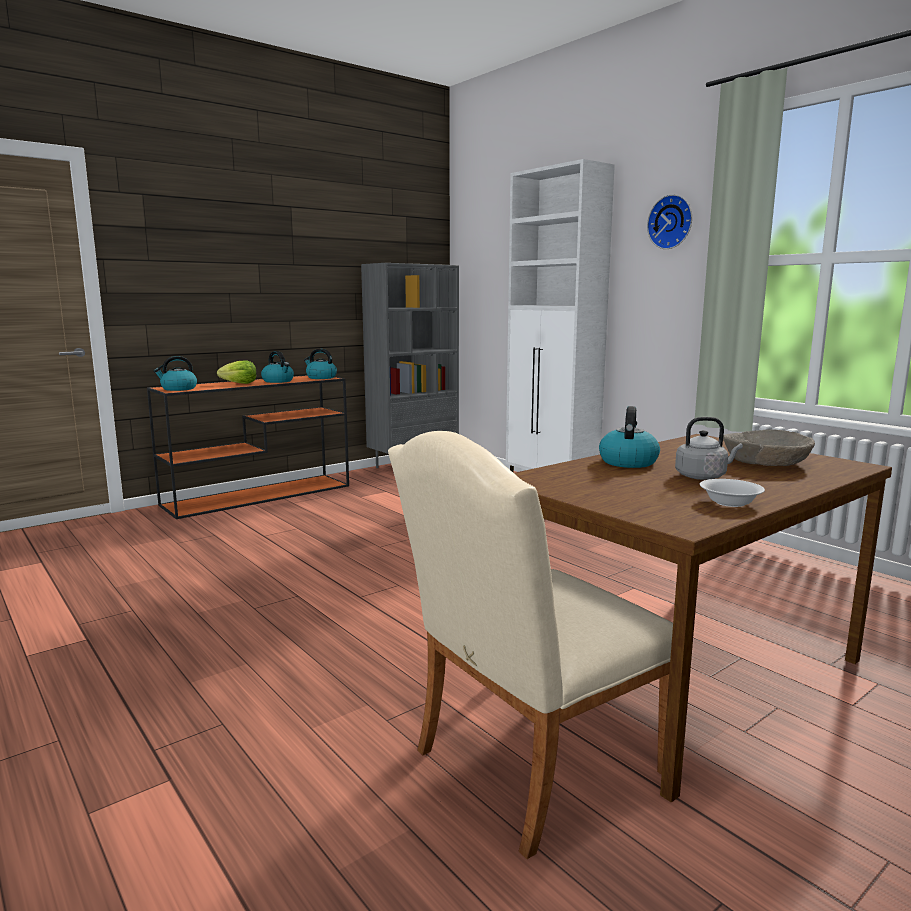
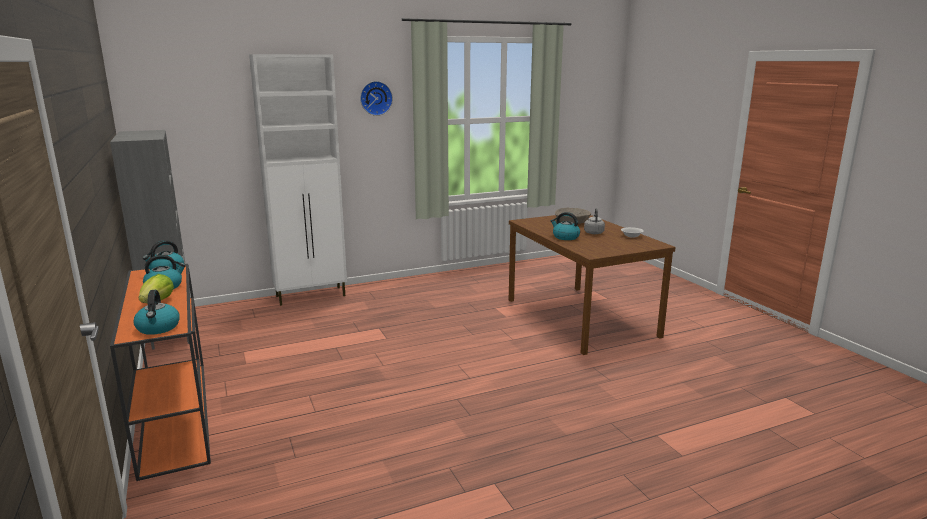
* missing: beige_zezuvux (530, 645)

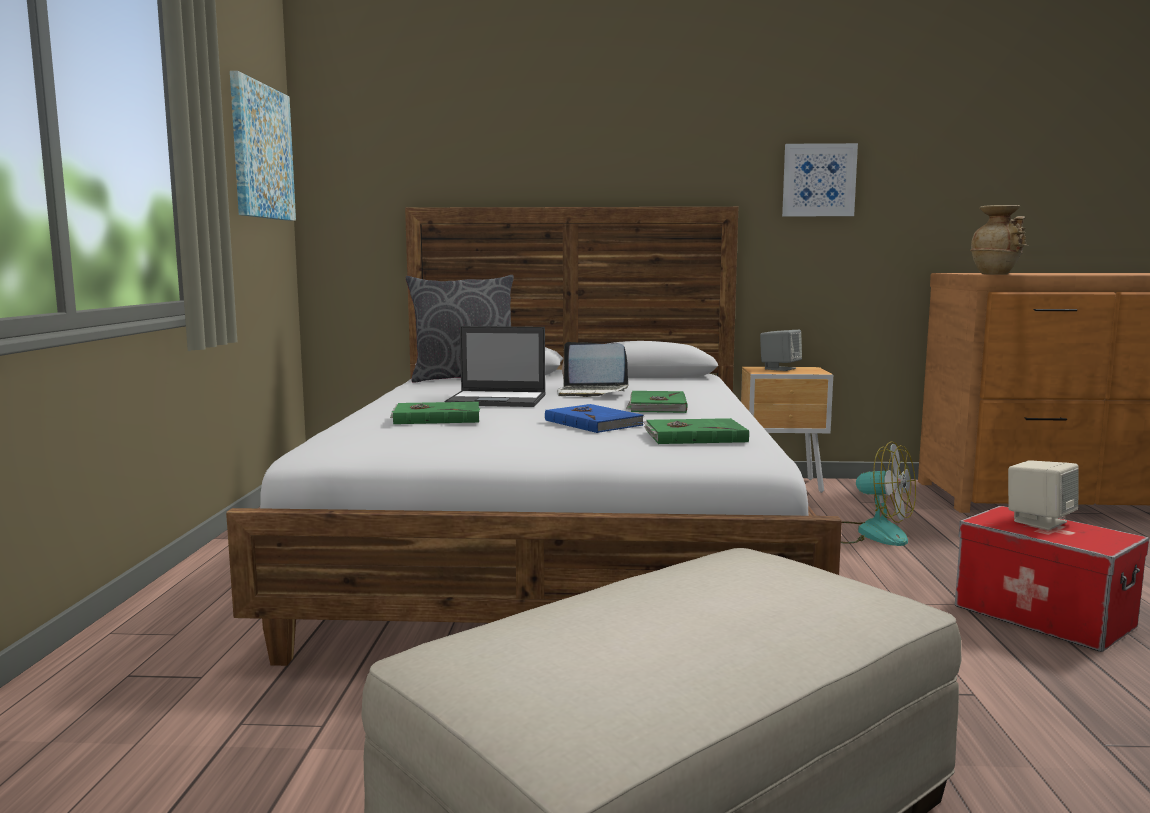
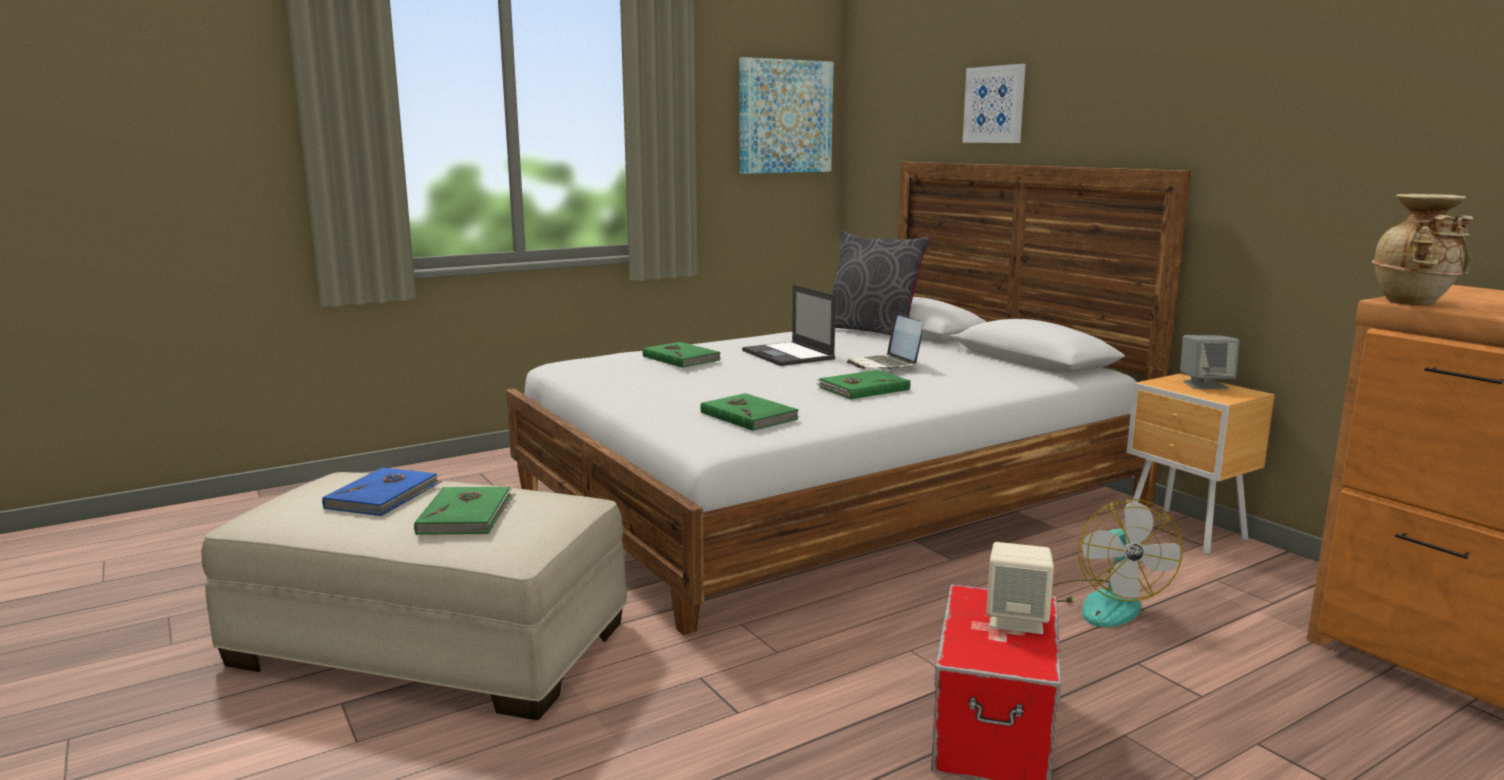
* relocated: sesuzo (820, 179) to (994, 103)
* relocated: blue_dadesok (594, 418) to (382, 491)
* appeared: green_dadesok (465, 511)

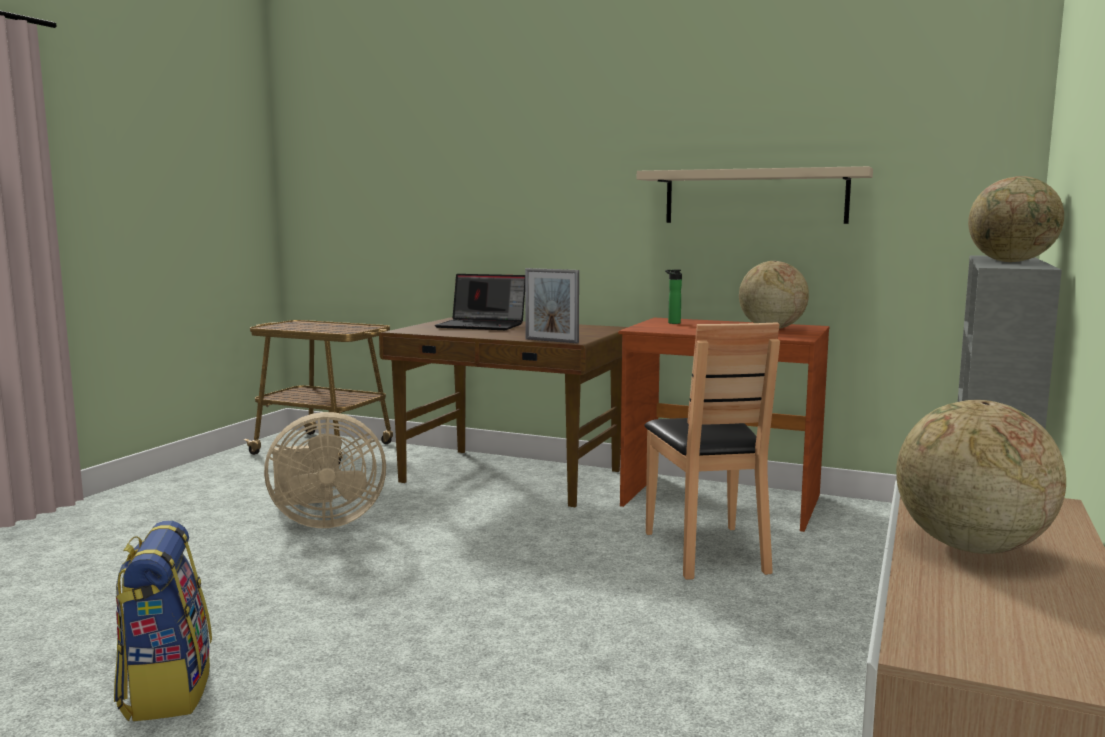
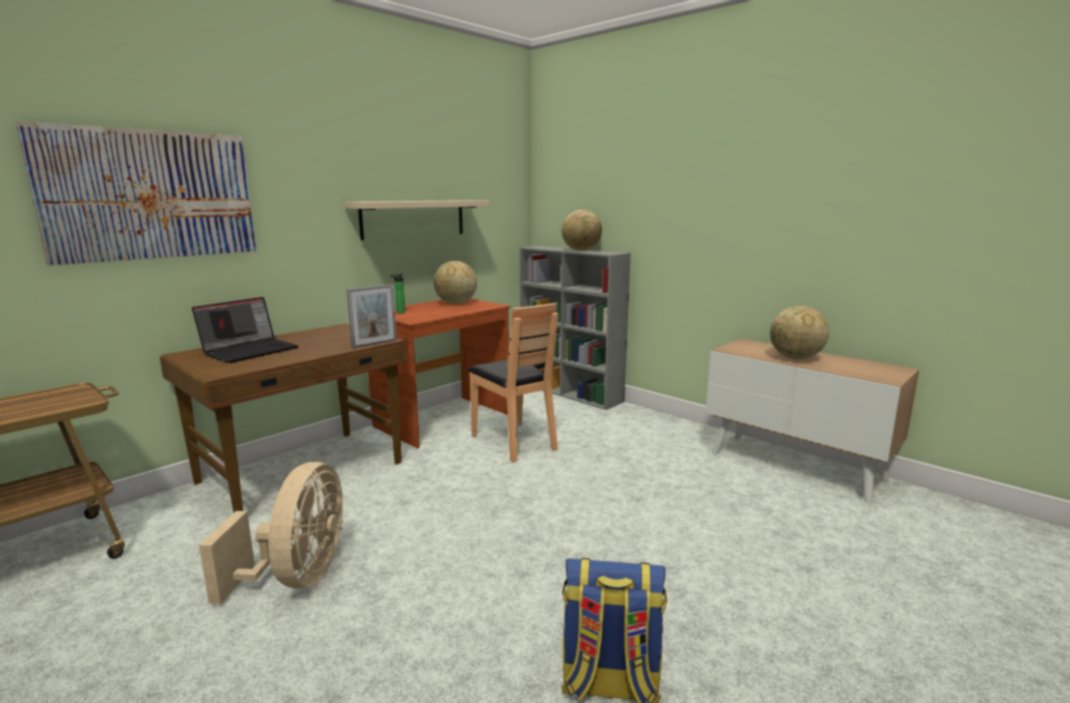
* spun: brown_zezuvux (712, 451) = (513, 382) 45 degrees clockwise
* appeared: sesuzo (136, 193)

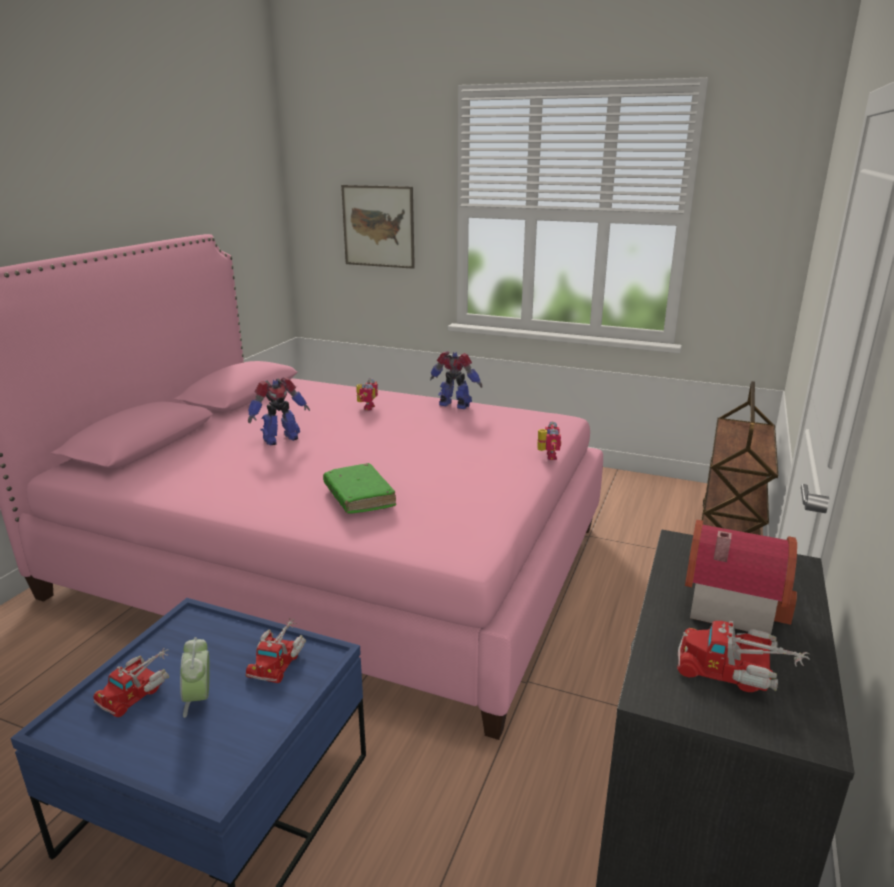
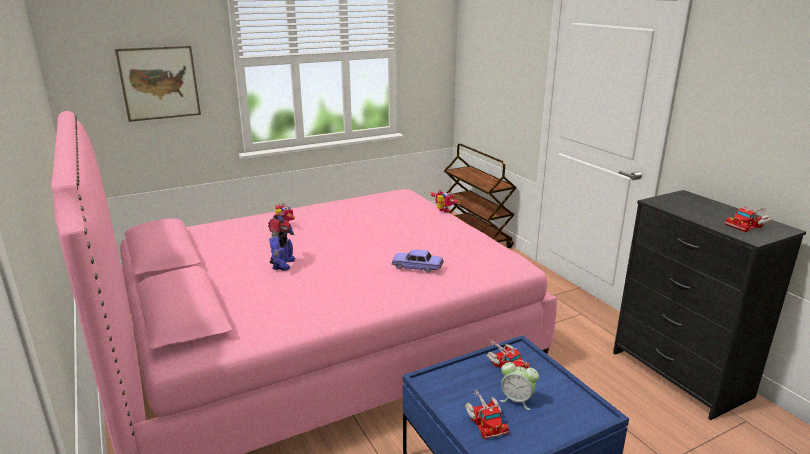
* missing: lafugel (456, 380)
* exchanged: green_dadesok (359, 488) to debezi (418, 261)
* missing: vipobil (741, 577)

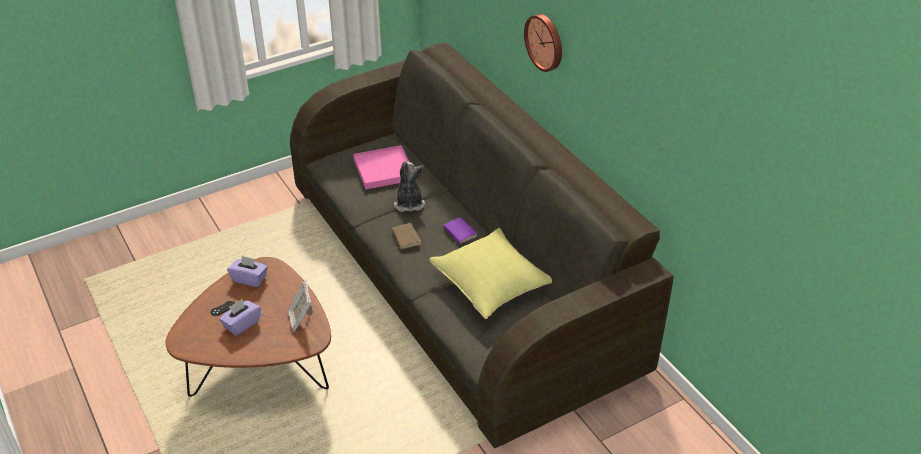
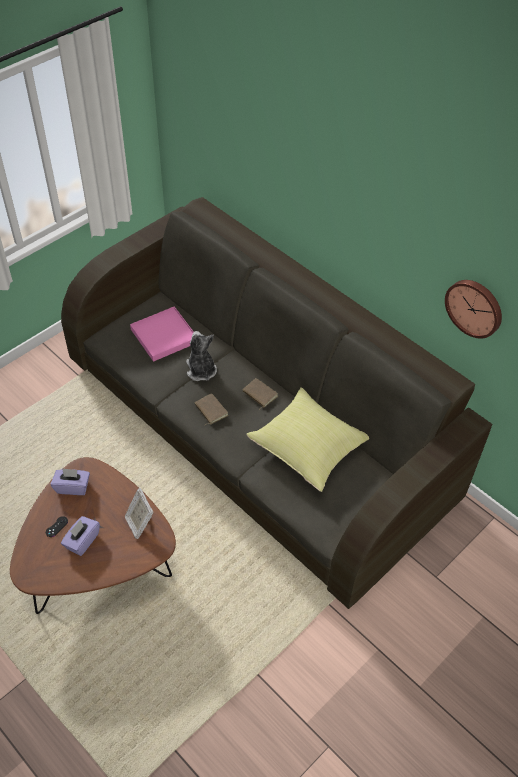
* relocated: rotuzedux (543, 43) to (473, 309)
* colour: purple_dadesok (460, 230) to brown_dadesok (260, 394)

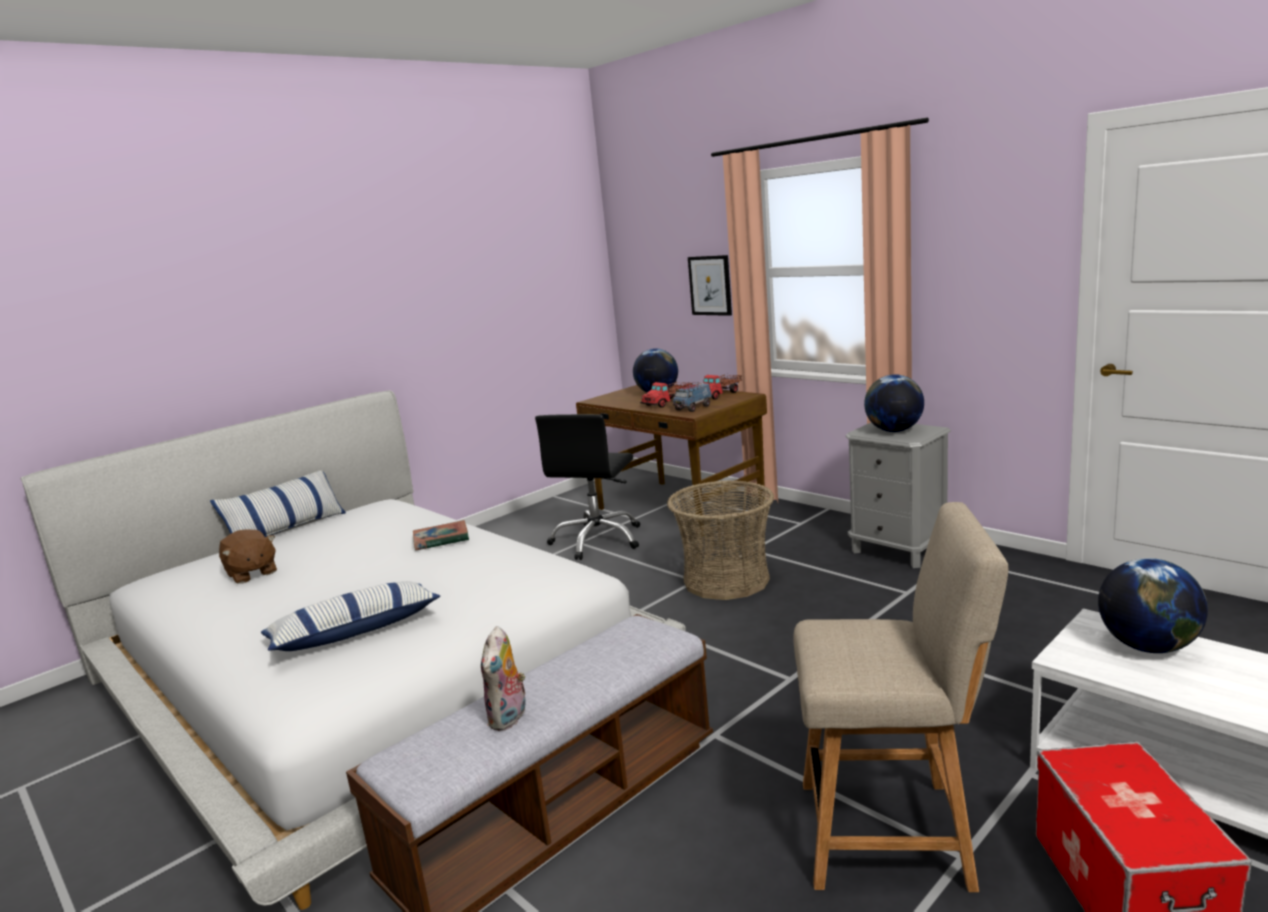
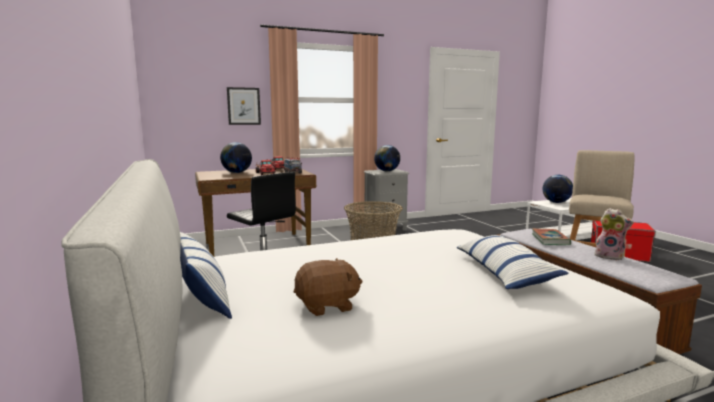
* relocated: dadesok (441, 535) to (551, 236)

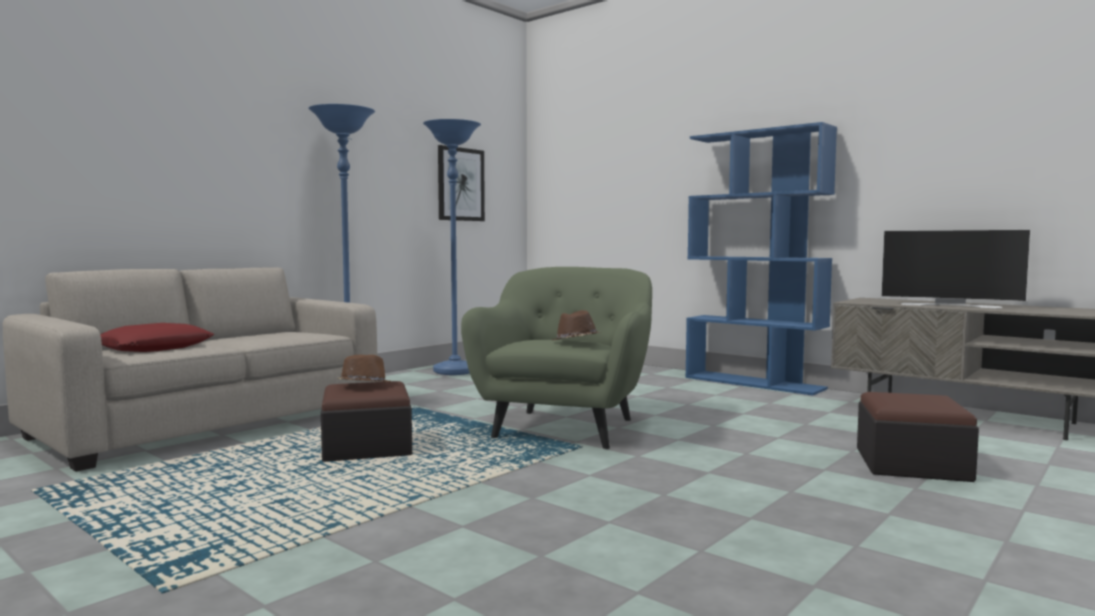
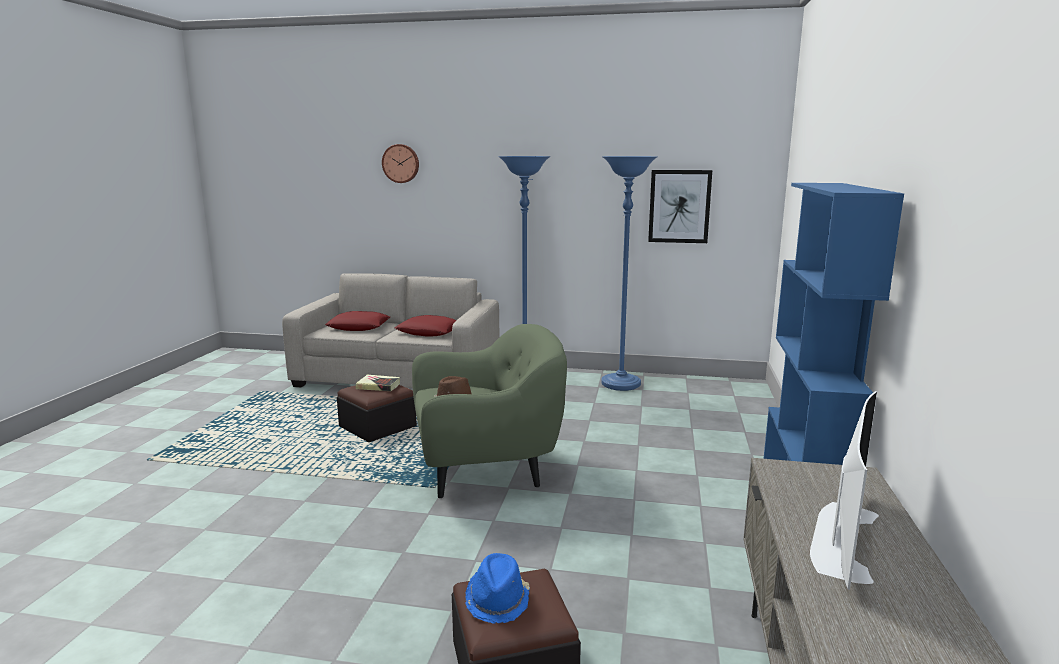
* spun: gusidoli (956, 269) = (844, 490) 150 degrees counterclockwise
* exchanged: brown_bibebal (364, 368) to dadesok (378, 383)
* appeared: rotuzedux (400, 163)
* appeared: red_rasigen (426, 326)
* appeared: blue_bibebal (497, 588)

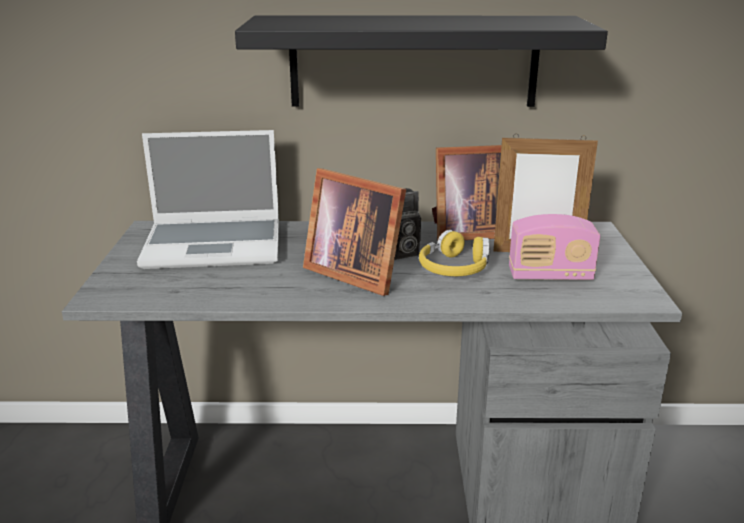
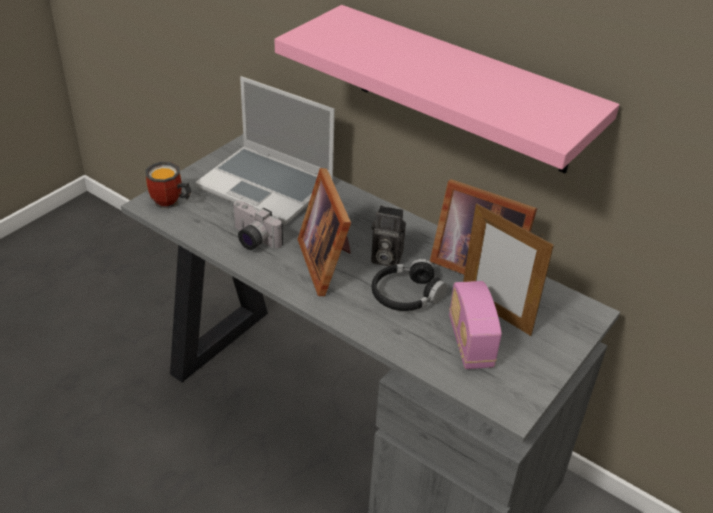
* colour: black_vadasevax (421, 61) to pink_vadasevax (447, 89)
* spun: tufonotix (554, 247) = (475, 325) 45 degrees clockwise
* colour: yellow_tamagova (454, 253) to black_tamagova (410, 285)
* appeared: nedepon (168, 185)
* appeared: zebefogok (258, 225)

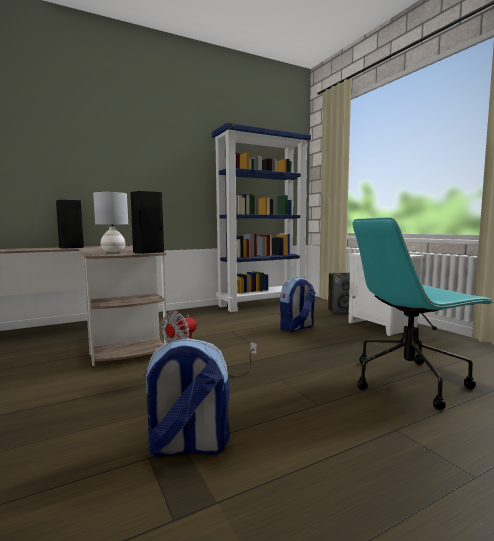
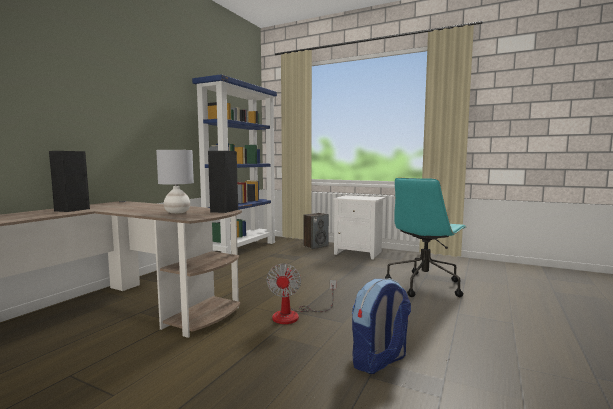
* missing: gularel (298, 304)

